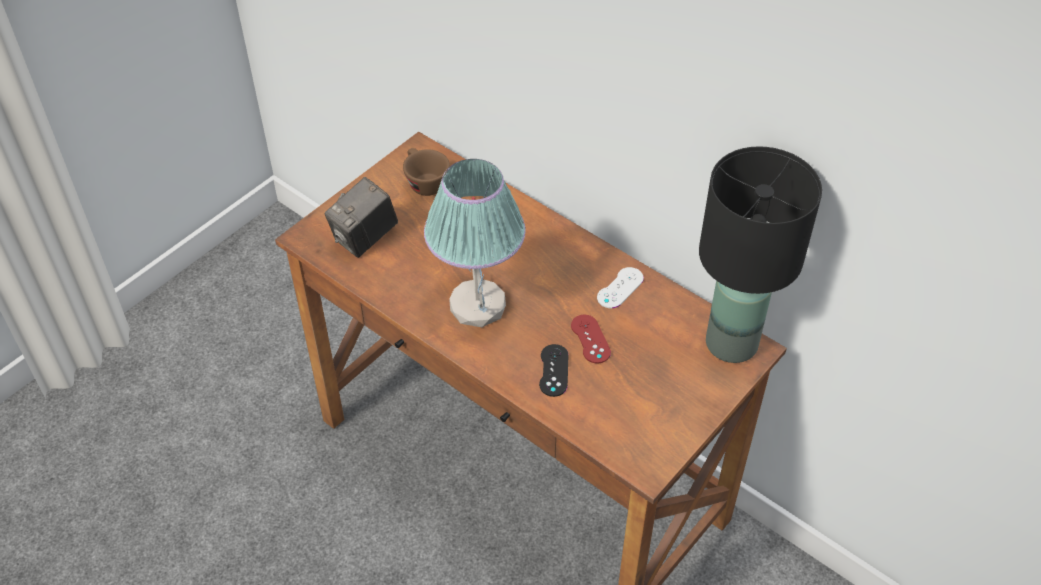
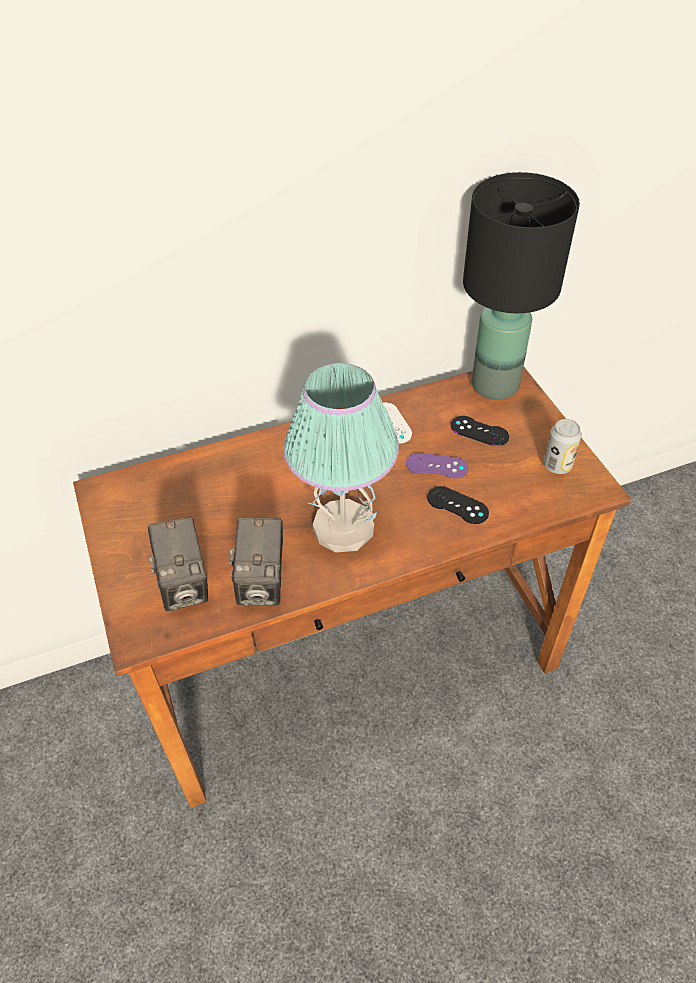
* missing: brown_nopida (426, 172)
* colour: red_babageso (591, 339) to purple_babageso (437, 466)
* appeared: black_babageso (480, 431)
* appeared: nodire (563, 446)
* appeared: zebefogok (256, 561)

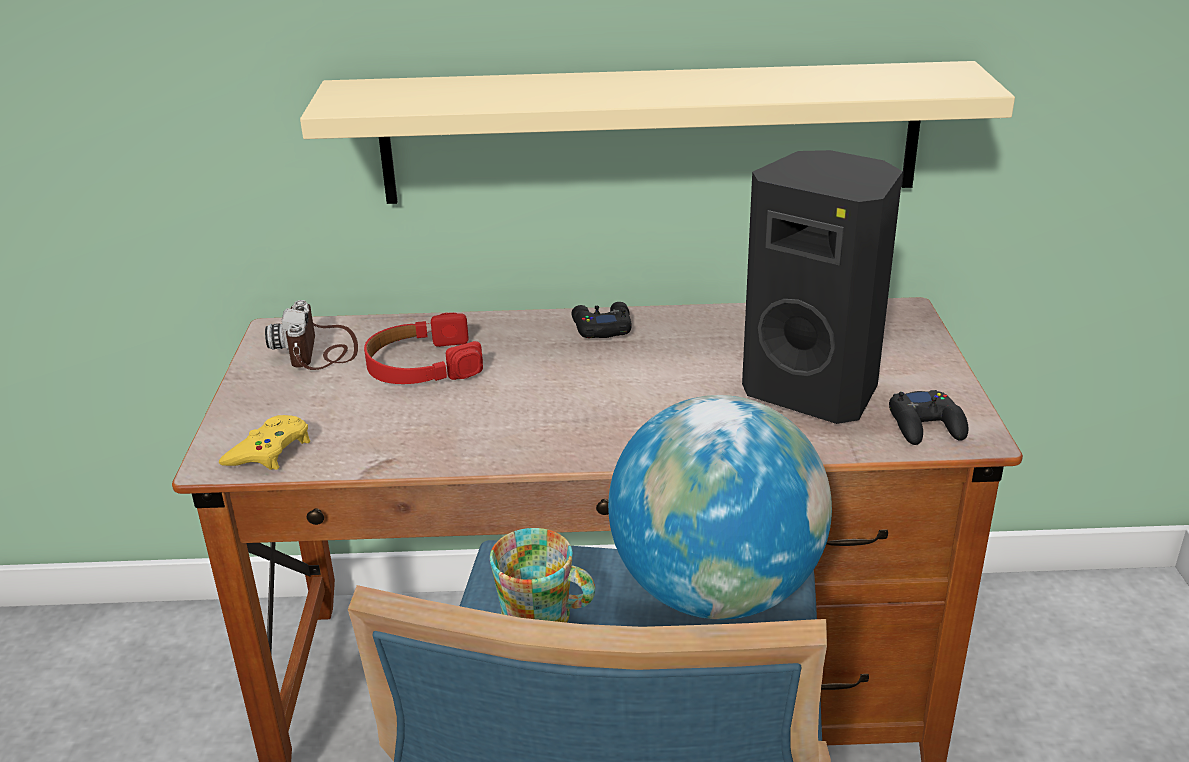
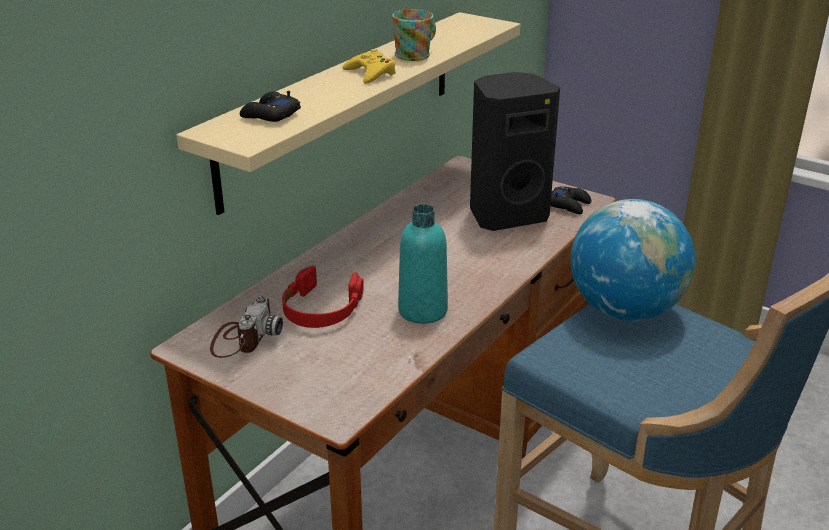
* spun: zebefogok (311, 335) = (246, 327) 105 degrees counterclockwise
* relocated: black_babageso (602, 320) to (270, 106)
* relocated: yellow_babageso (264, 442) to (369, 66)
* relocated: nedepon (542, 575) to (414, 35)
* appeared: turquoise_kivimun (423, 264)

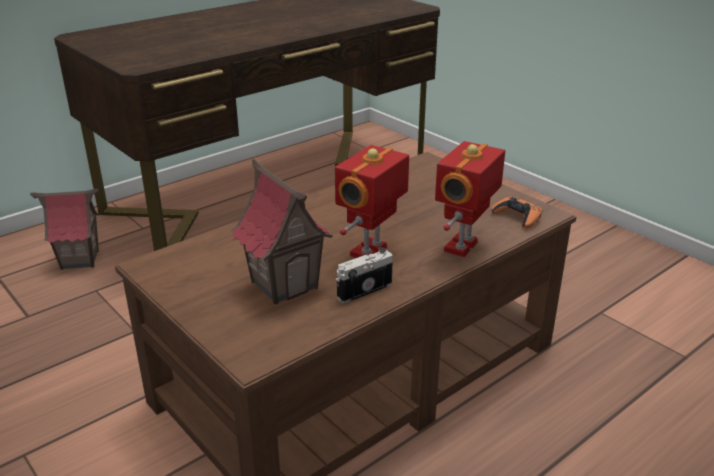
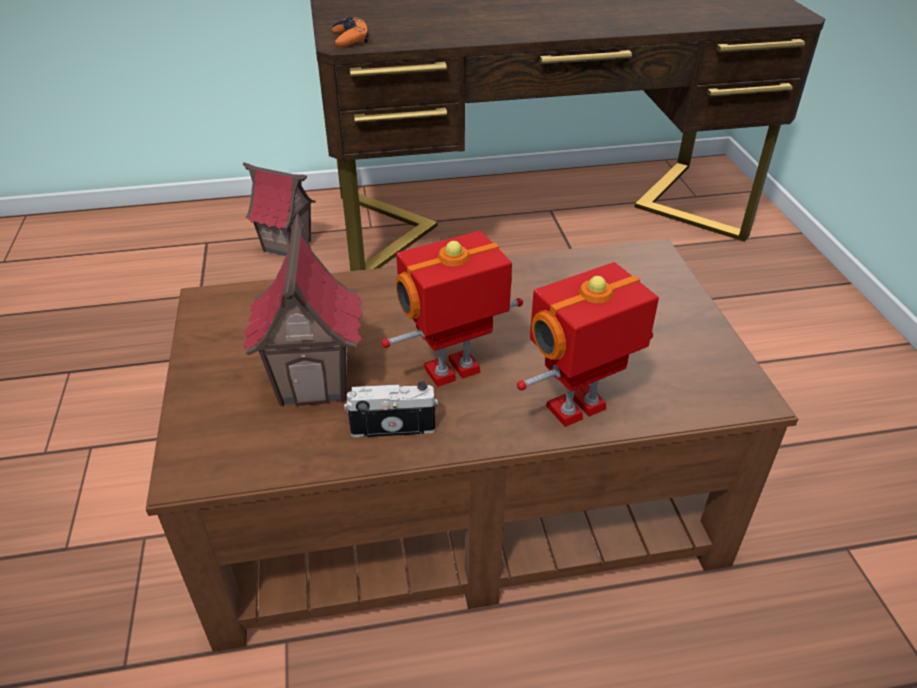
* relocated: orange_babageso (516, 212) to (350, 31)

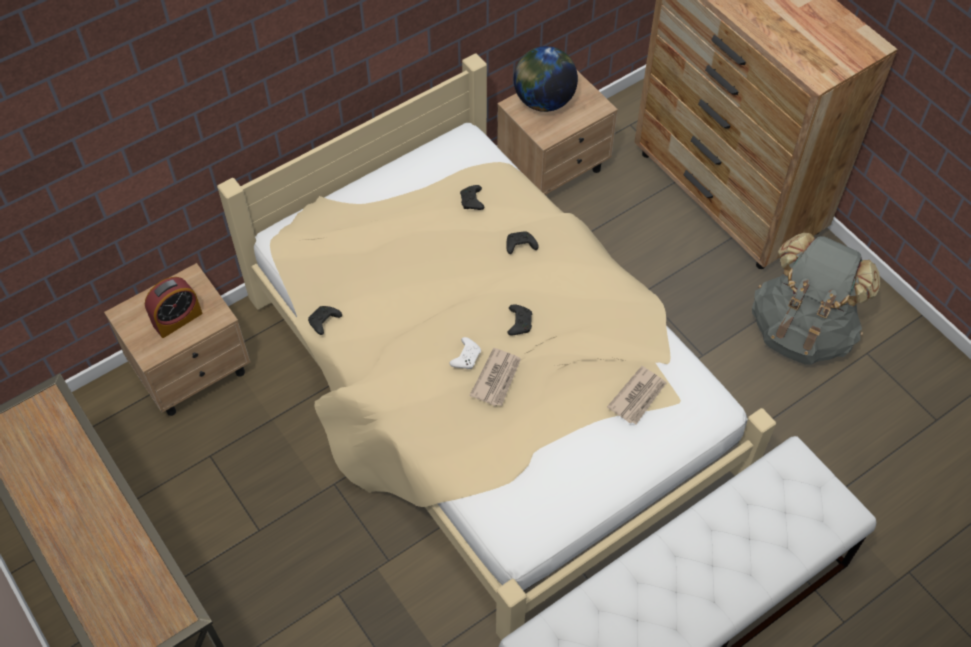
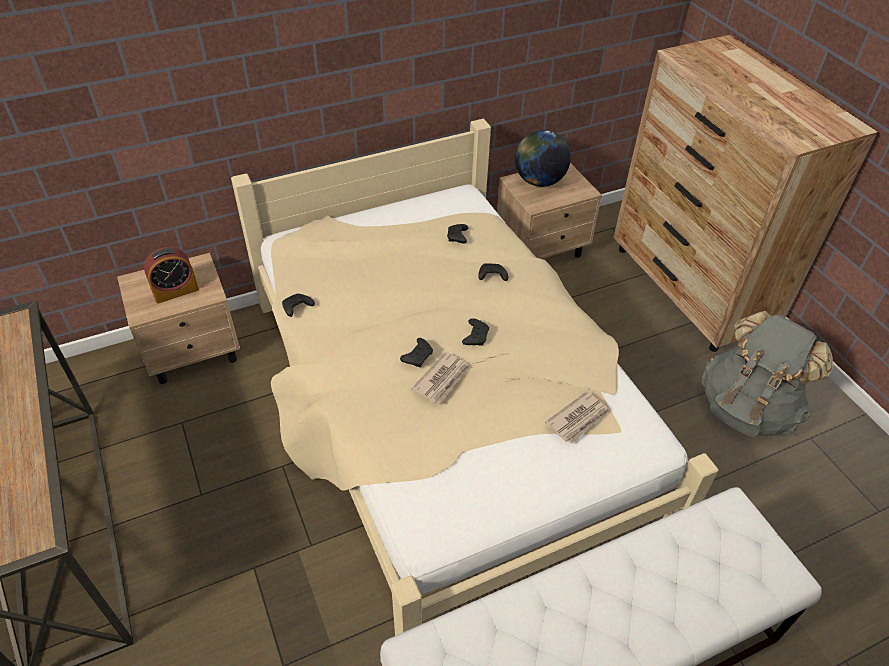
* colour: white_babageso (465, 353) to black_babageso (416, 352)

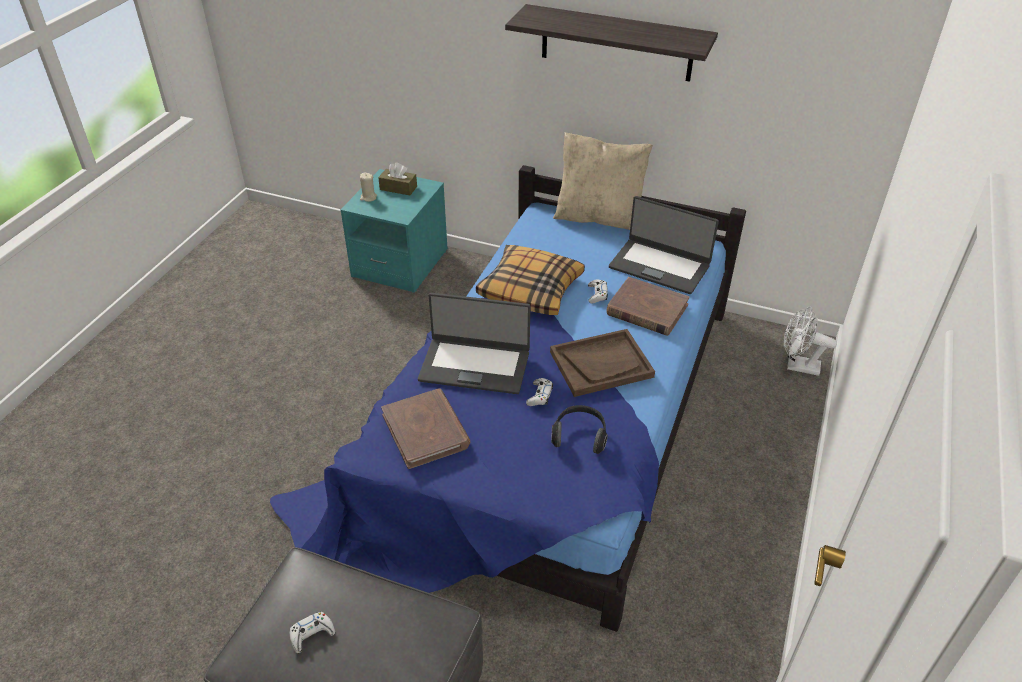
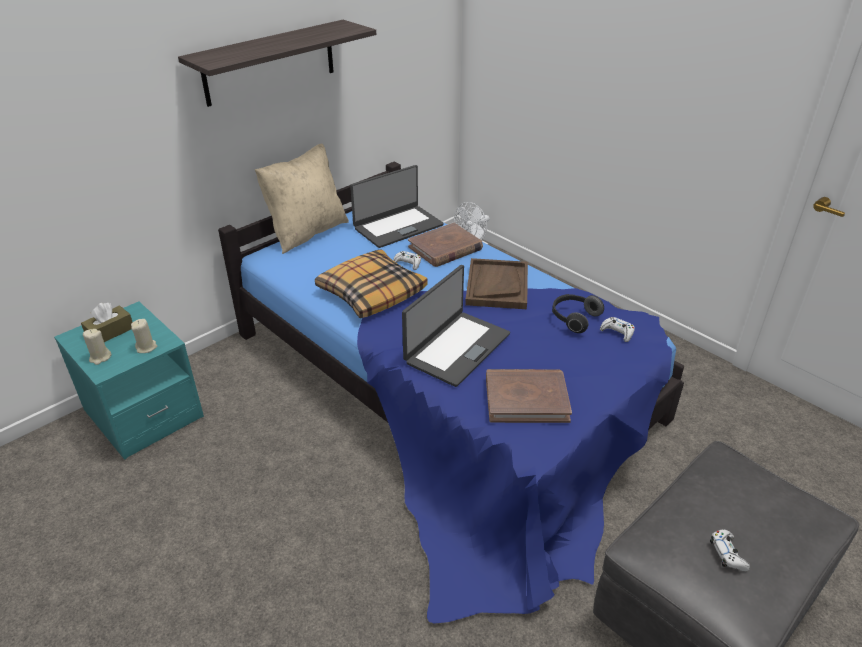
* relocated: white_babageso (539, 392) to (617, 329)
* appeared: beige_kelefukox (144, 336)

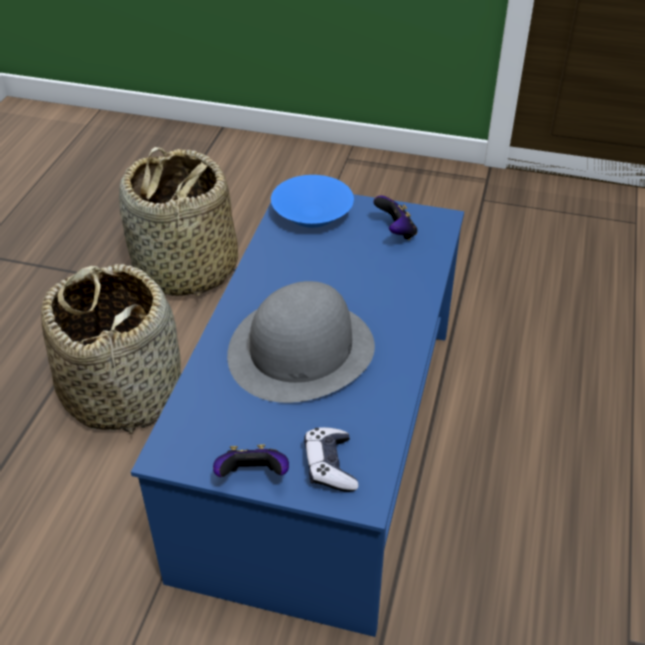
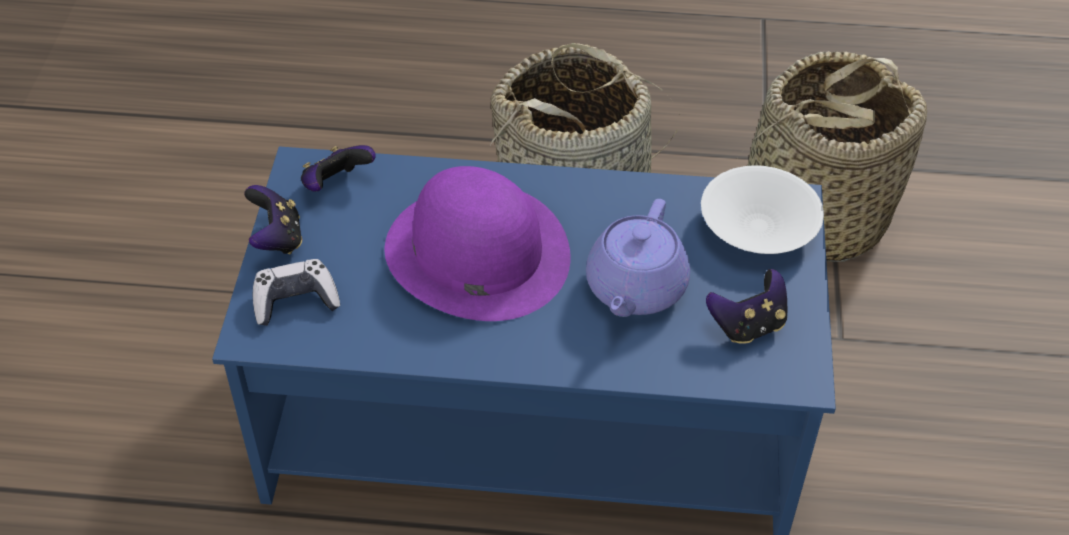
* colour: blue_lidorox (312, 201) to white_lidorox (762, 210)
* colour: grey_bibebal (301, 342) to purple_bibebal (477, 243)
* appeared: babageso (338, 168)
* appeared: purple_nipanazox (638, 258)

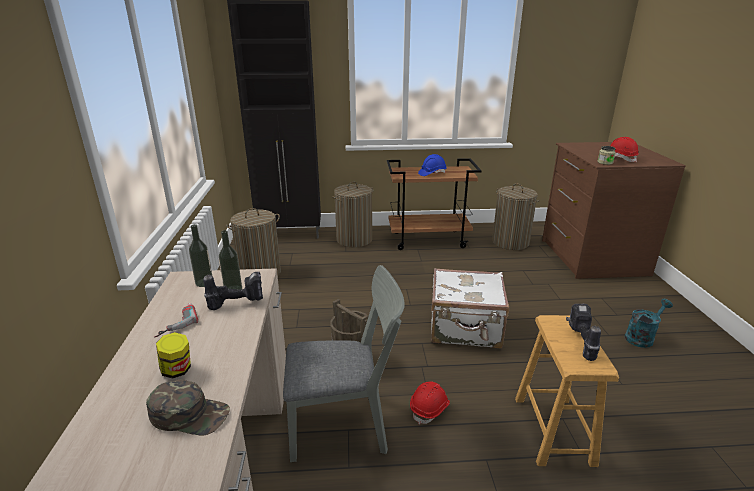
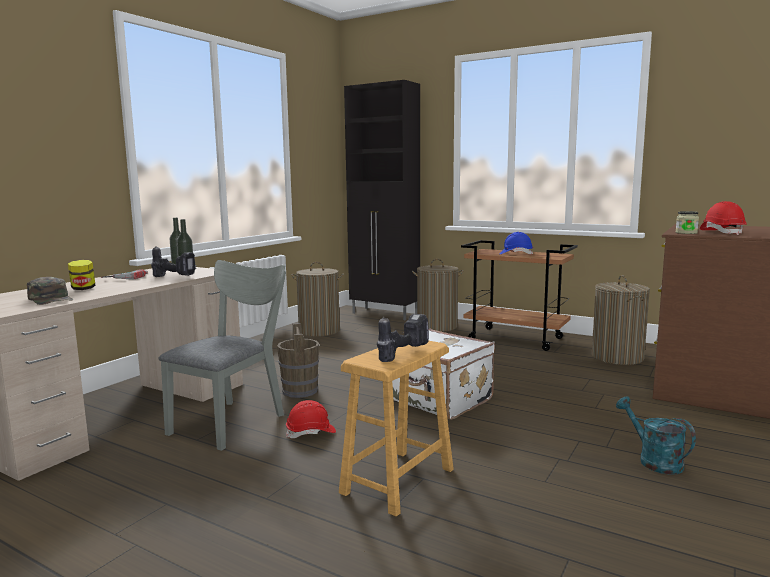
* spun: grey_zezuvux (344, 363) = (222, 355) 90 degrees counterclockwise
* spun: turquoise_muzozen (649, 323) = (656, 435) 120 degrees counterclockwise

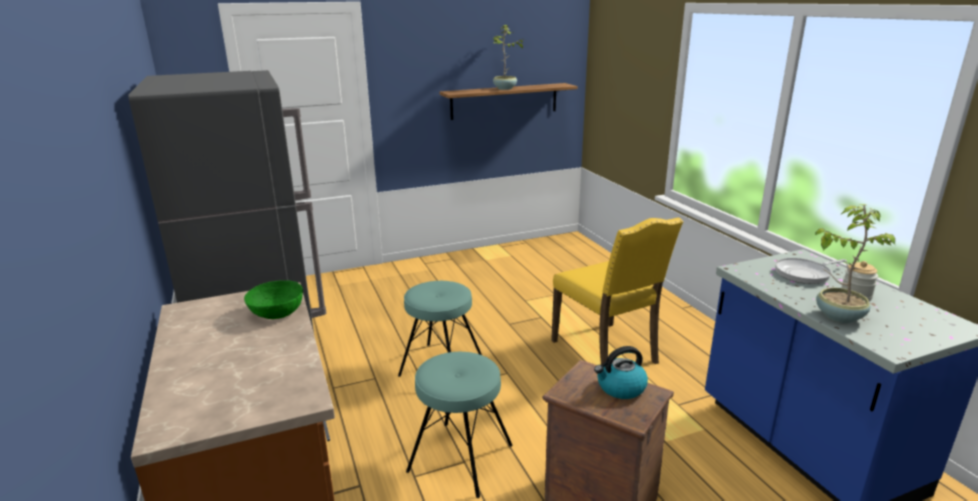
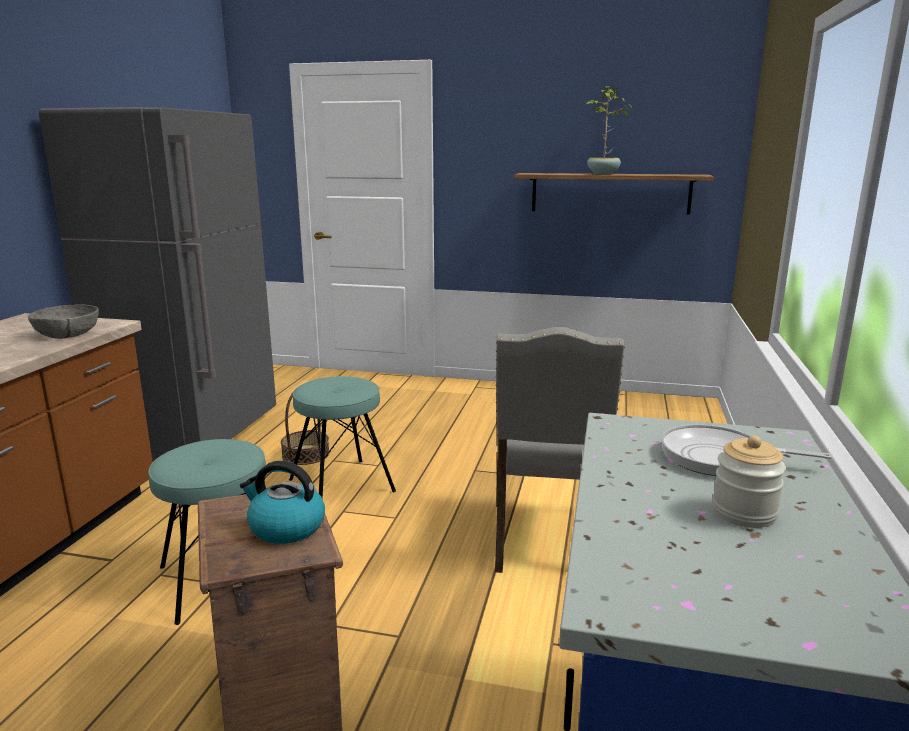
* missing: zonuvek (854, 263)
* colour: yellow_zezuvux (617, 291) to grey_zezuvux (560, 450)
* colour: green_lidorox (273, 299) to grey_lidorox (63, 321)
* appeared: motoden (305, 428)

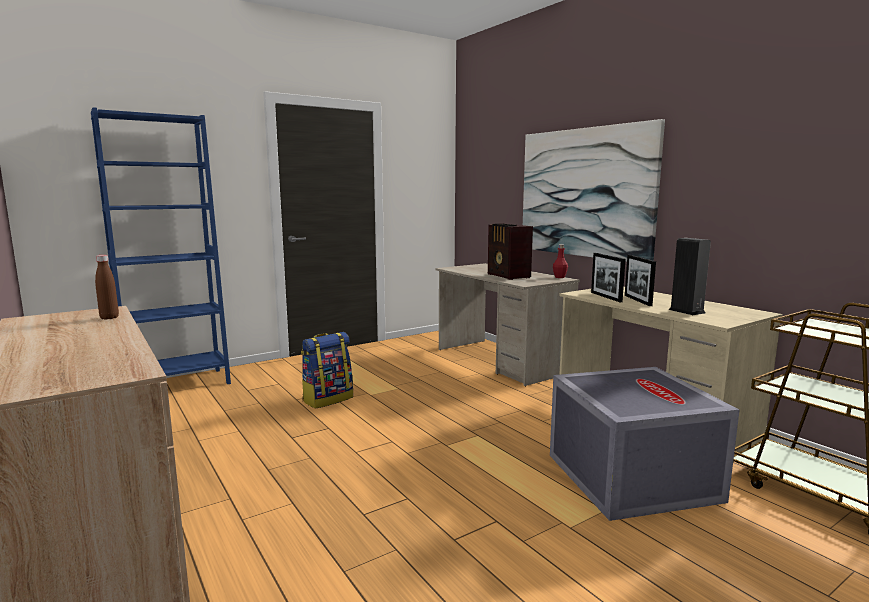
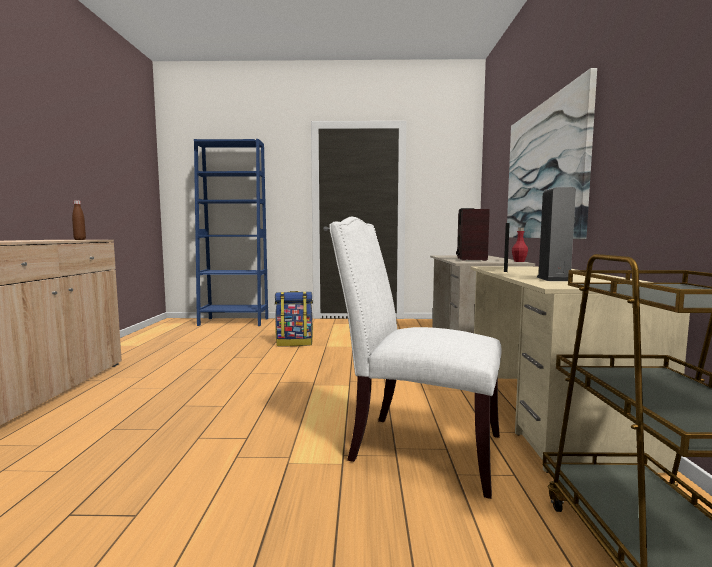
* missing: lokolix (640, 280)
* exchanged: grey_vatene (645, 444) to white_zezuvux (415, 358)

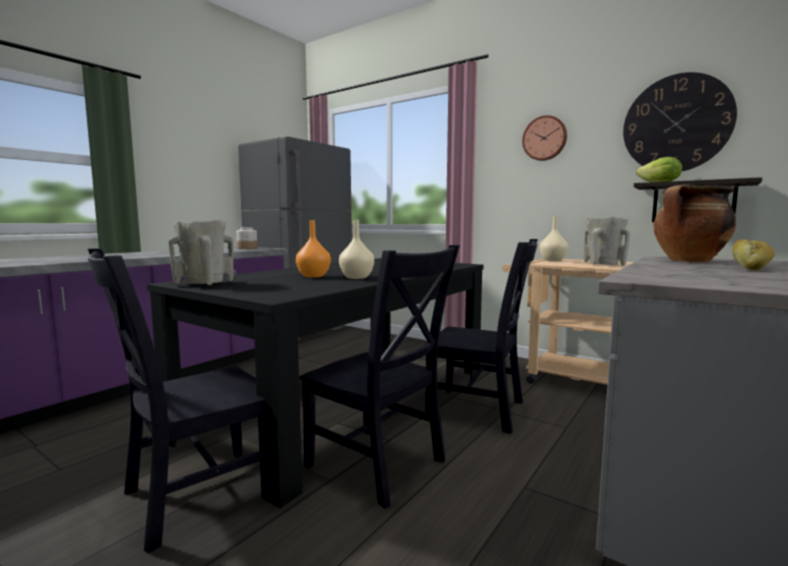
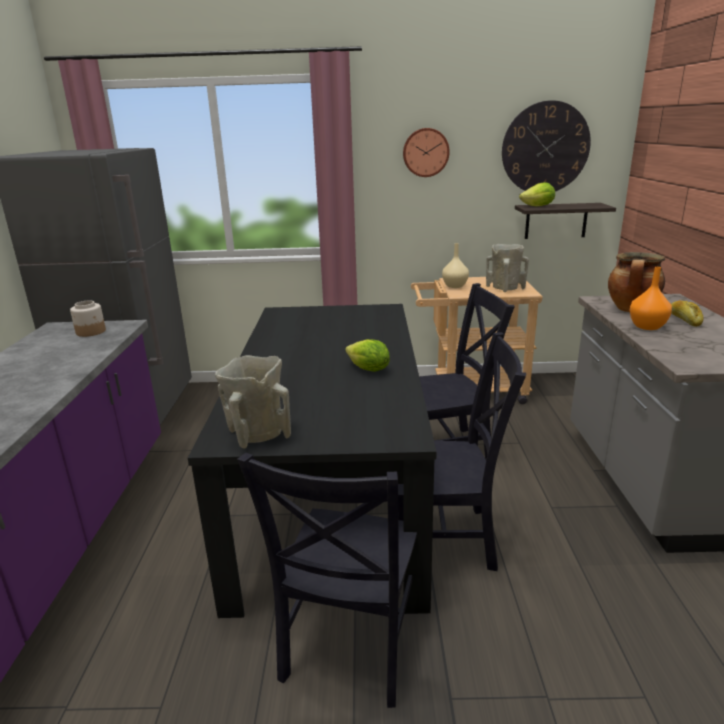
* relocated: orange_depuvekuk (313, 249) to (651, 298)
* exchanged: beige_depuvekuk (356, 249) to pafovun (367, 355)

